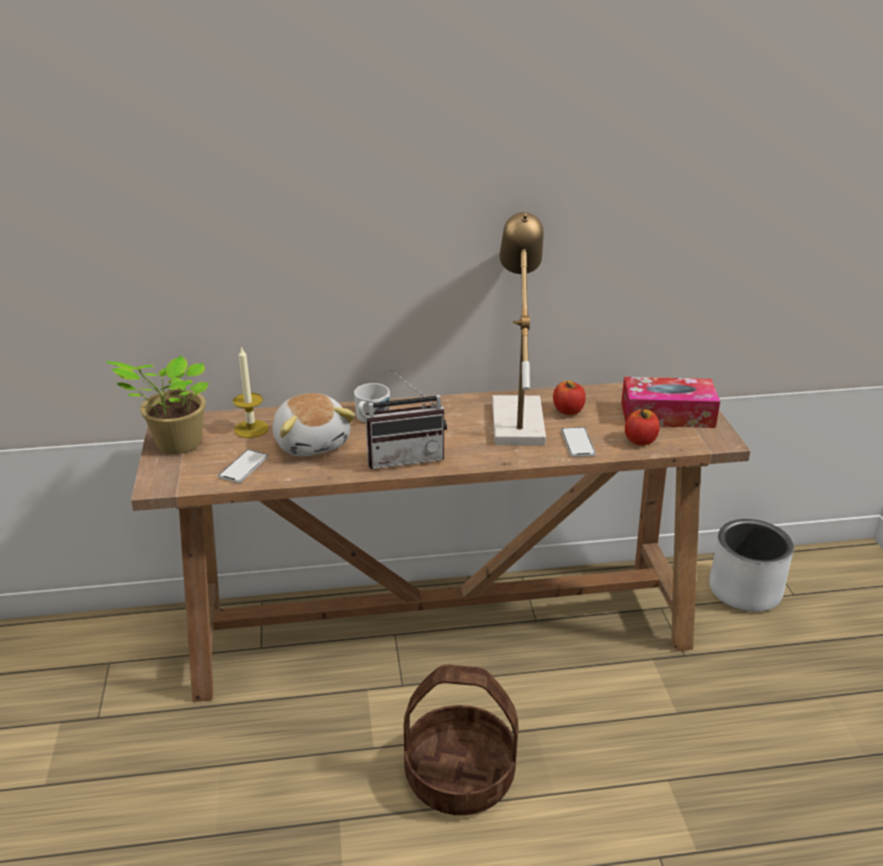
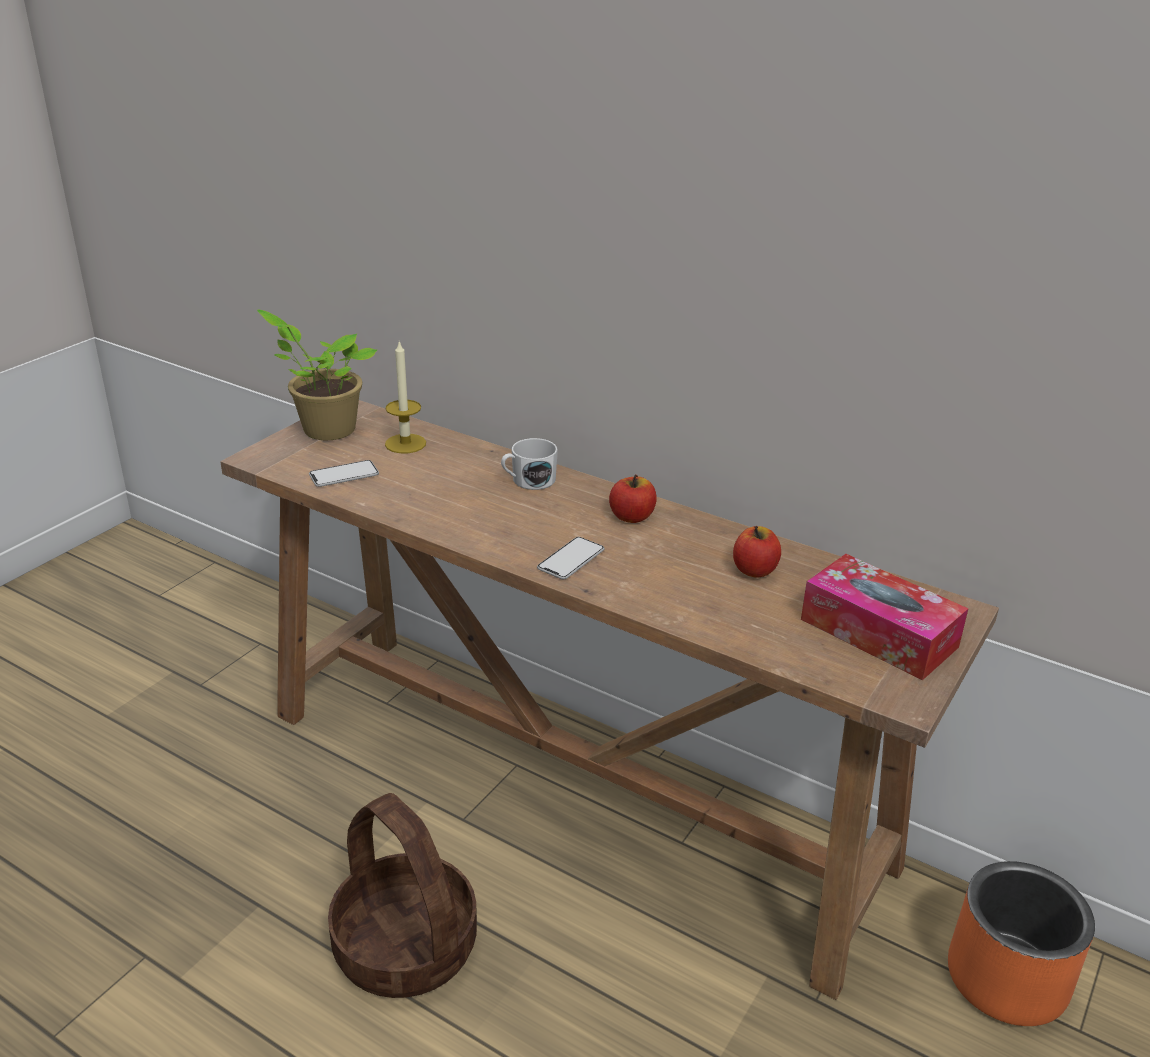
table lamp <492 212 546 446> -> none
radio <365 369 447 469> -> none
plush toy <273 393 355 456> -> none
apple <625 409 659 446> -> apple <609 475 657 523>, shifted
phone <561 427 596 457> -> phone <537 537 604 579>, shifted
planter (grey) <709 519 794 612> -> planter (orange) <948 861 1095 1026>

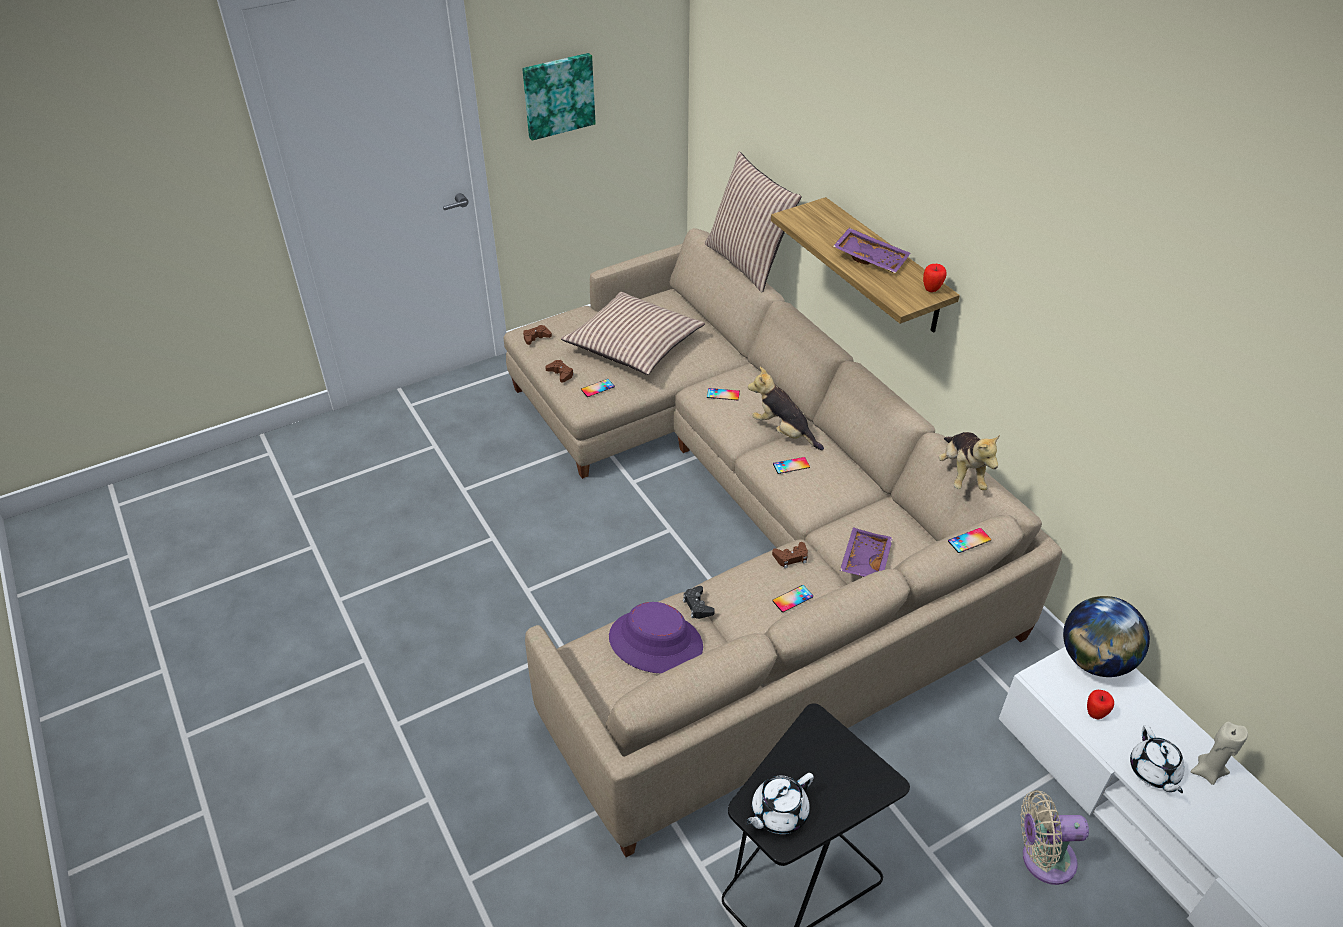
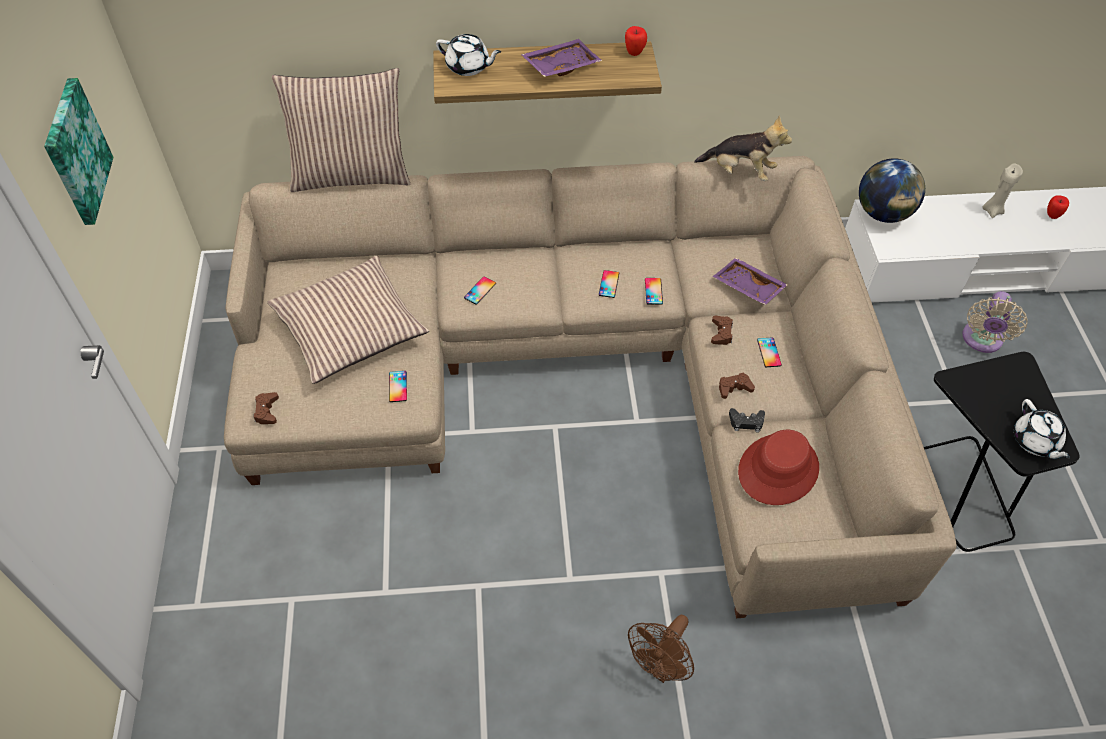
game controller (brown) <545 360 574 383> -> game controller (brown) <719 372 755 399>, shifted
plush toy <748 367 824 450> -> none
phone <948 528 991 553> -> phone <645 278 663 305>, shifted
hat (purple) <609 602 703 673> -> hat (red) <738 430 819 505>
apple <1087 690 1114 720> -> apple <1047 195 1069 219>, shifted
teapot (white) <1130 725 1184 793> -> teapot (white) <436 34 501 76>, shifted
none -> fan (brown) <628 615 694 683>

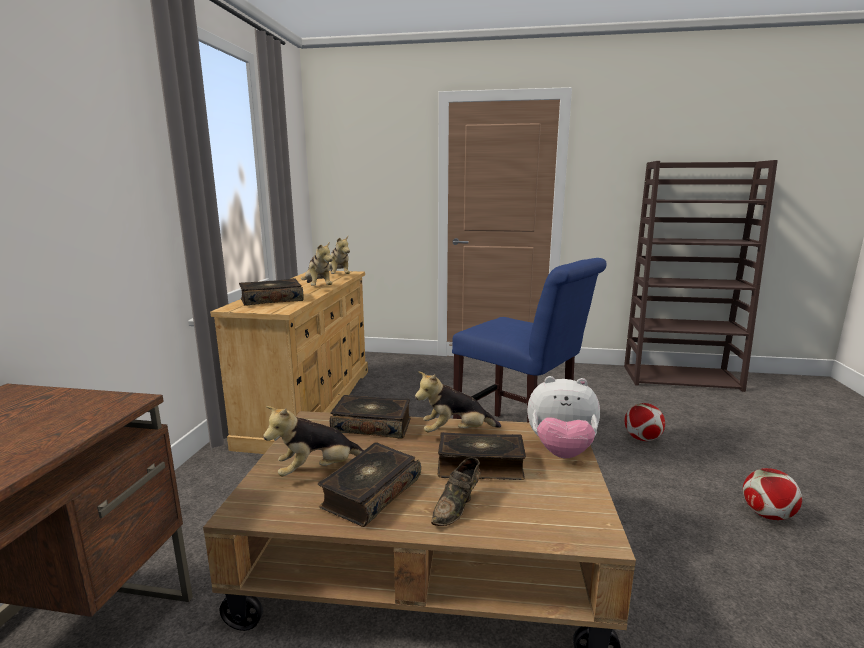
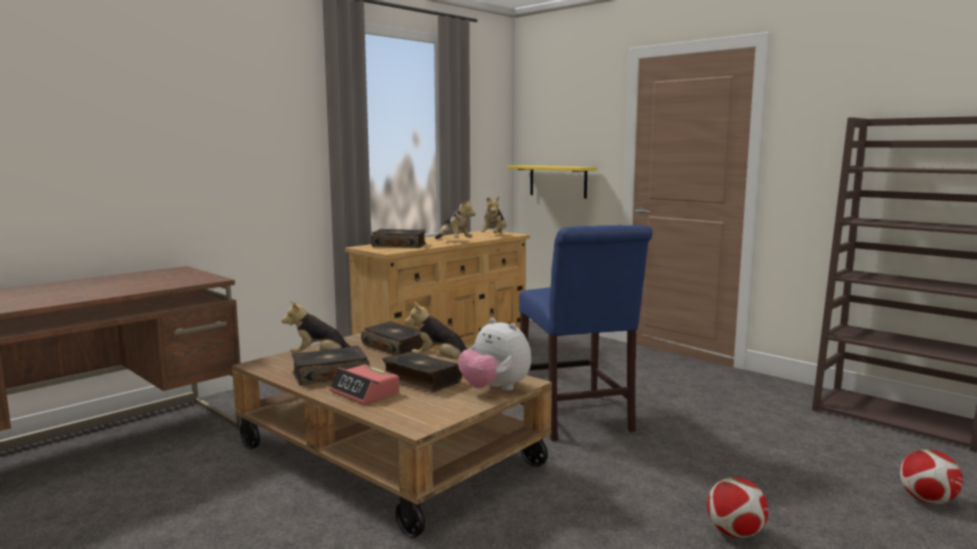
plush toy <301 241 333 285> -> plush toy <435 199 476 239>, 45 degrees counterclockwise
football <624 403 665 441> -> football <900 449 963 504>, shifted
shoe (brown) <431 457 481 526> -> alarm clock <329 364 399 405>
none -> shelf (yellow) <507 165 597 199>

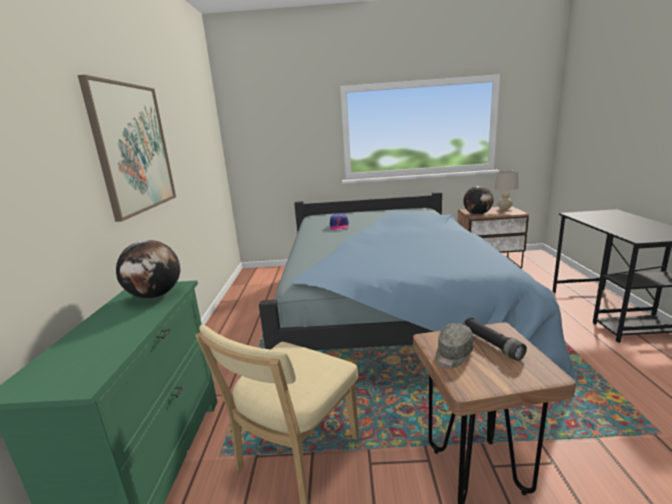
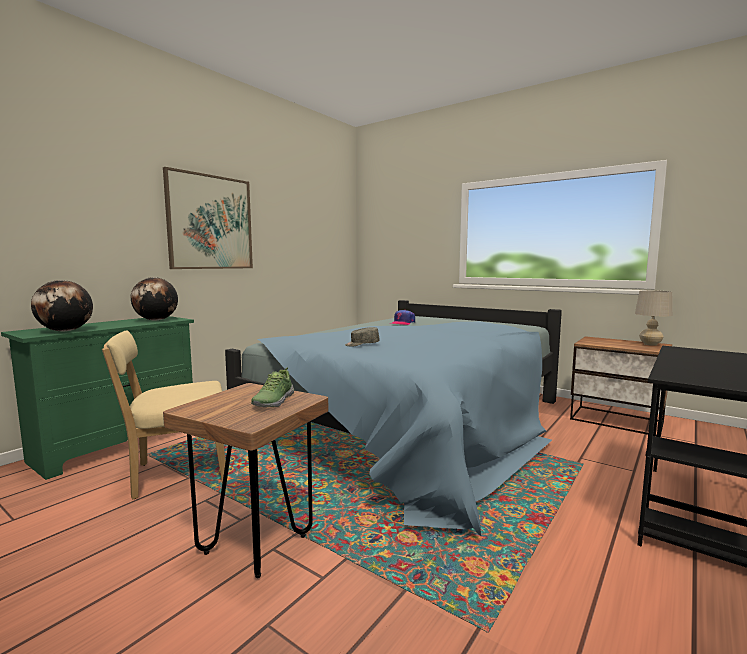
globe <463 186 493 215> -> globe <31 280 93 331>, shifted
flashlight (black) <463 317 527 361> -> shoe <251 368 294 407>
cap (grey) <436 323 473 369> -> cap (grey) <345 327 380 346>, shifted

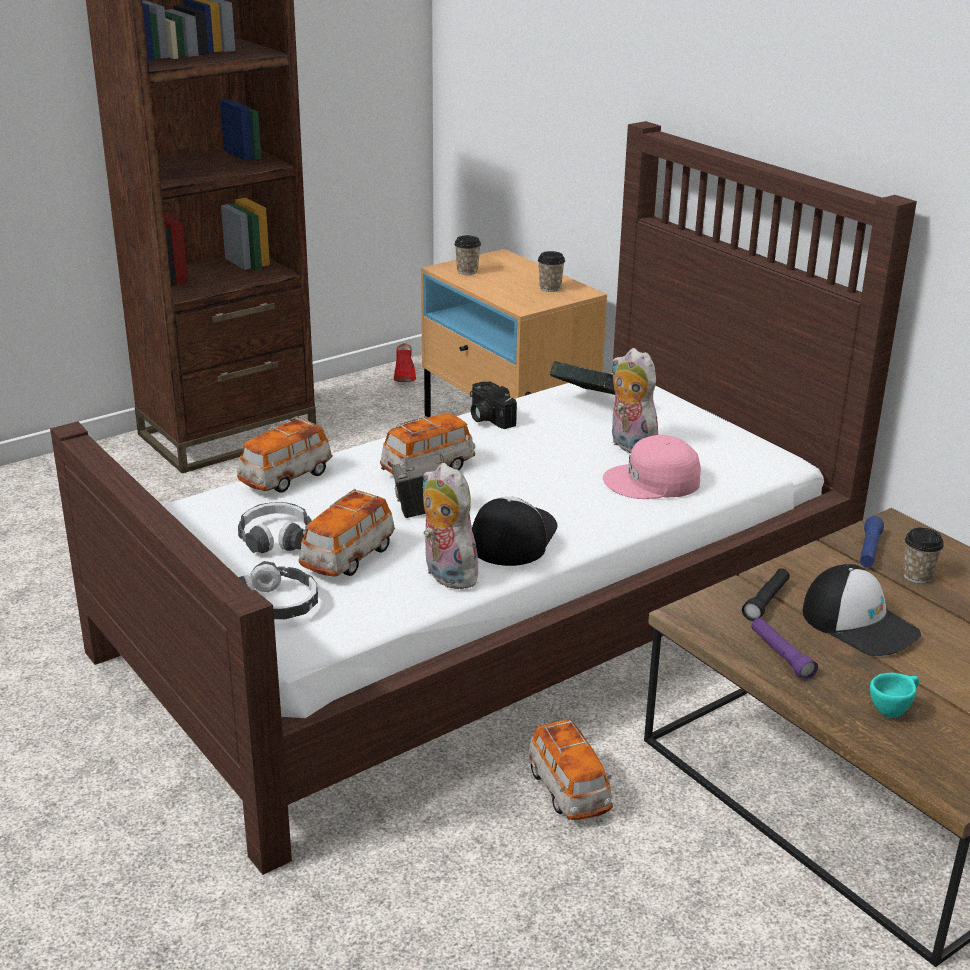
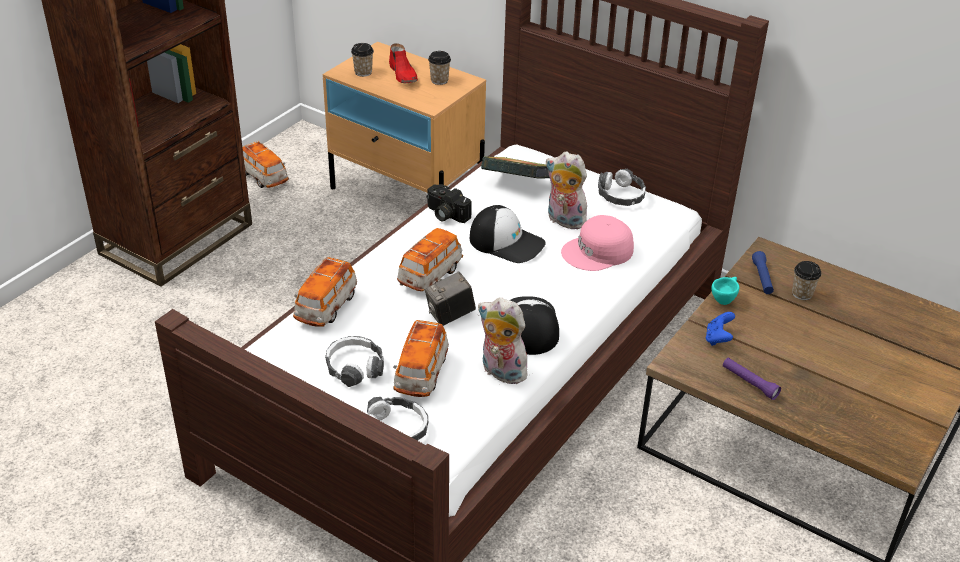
shoe (red) <394 343 416 382> -> shoe (red) <389 43 418 83>, shifted
cap <802 564 921 656> -> cap <470 205 546 263>, shifted
flashlight (black) <742 569 790 621> -> game controller (blue) <706 312 735 346>
cup (turquoise) <870 673 919 718> -> cup (turquoise) <712 277 739 305>, shifted
toy car <528 719 613 820> -> toy car <242 141 289 188>, shifted
none -> headphones <598 169 646 206>

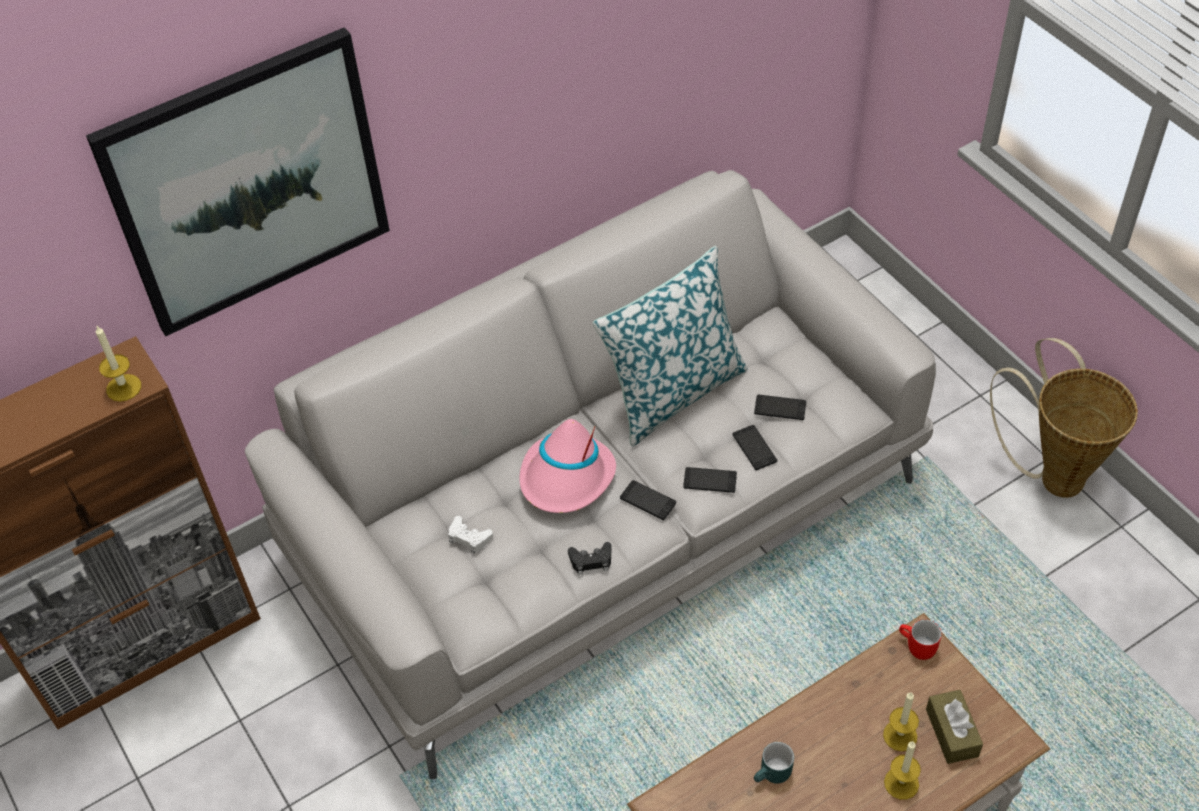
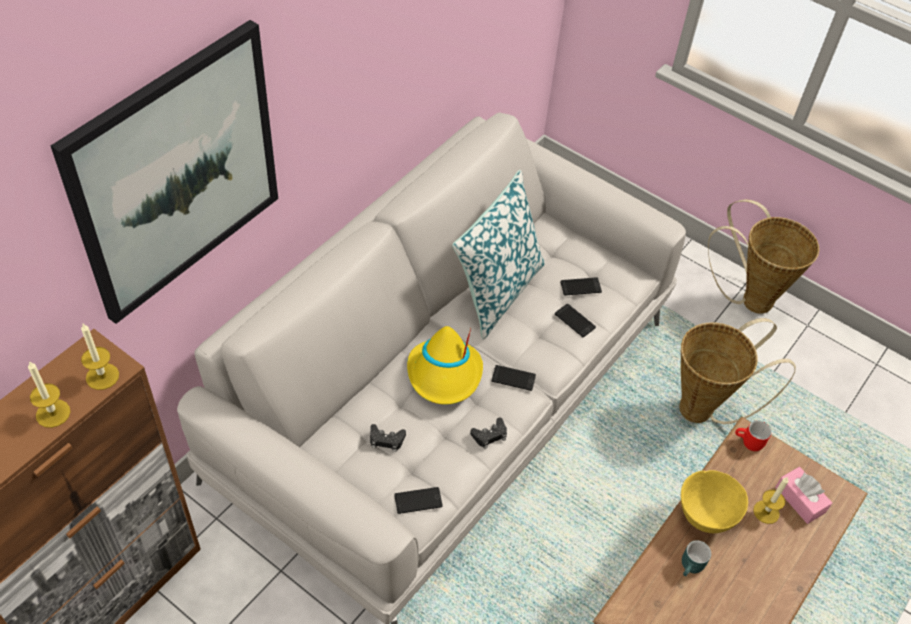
hat (pink) <520 419 616 513> -> hat (yellow) <407 326 483 405>
phone <683 467 737 493> -> phone <394 487 443 514>, shifted
game controller (white) <448 516 493 554> -> game controller (black) <370 424 406 452>
tissue box (brown) <926 690 983 764> -> tissue box (pink) <775 467 832 524>
candle <884 741 921 800> -> candle <28 361 70 428>, shifted
none -> basket <679 318 796 424>
none -> bowl (yellow) <681 470 748 533>

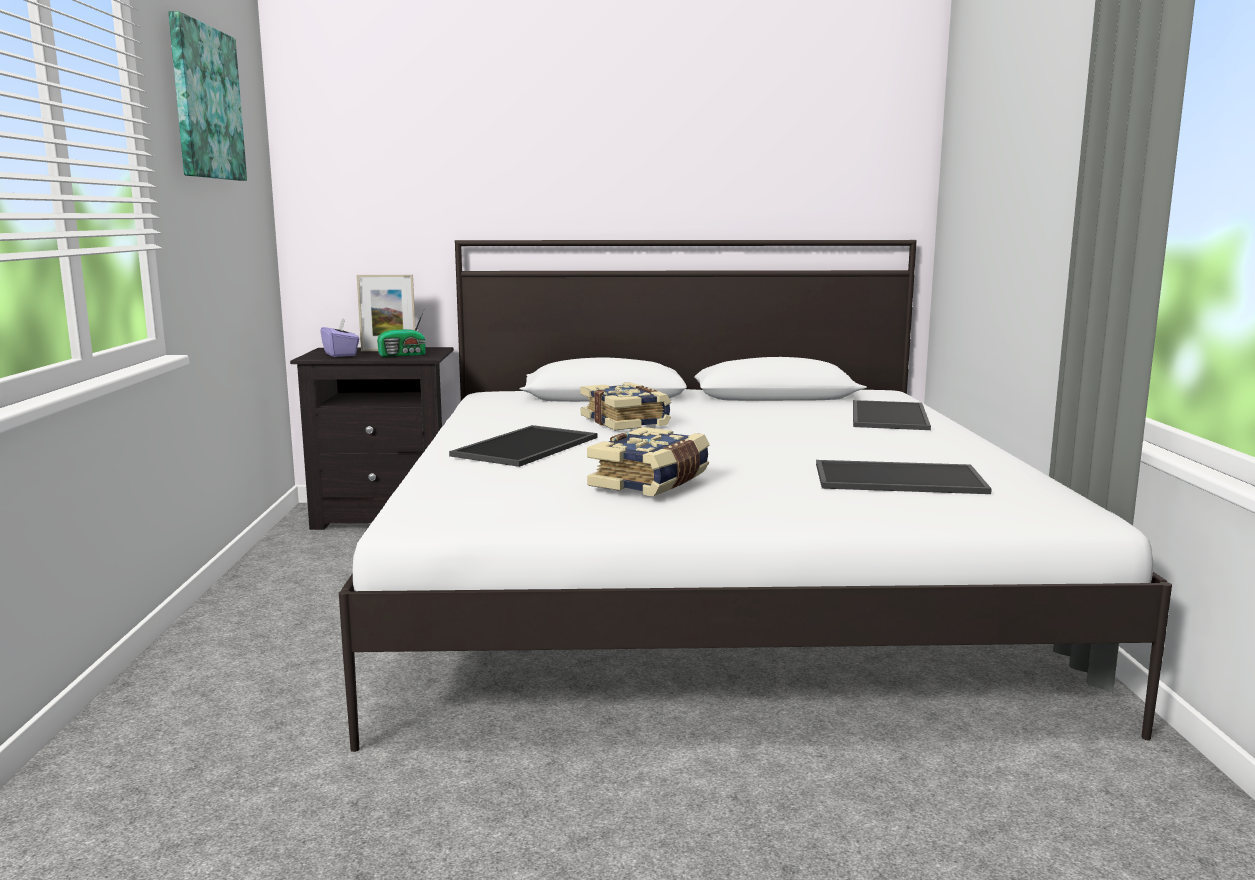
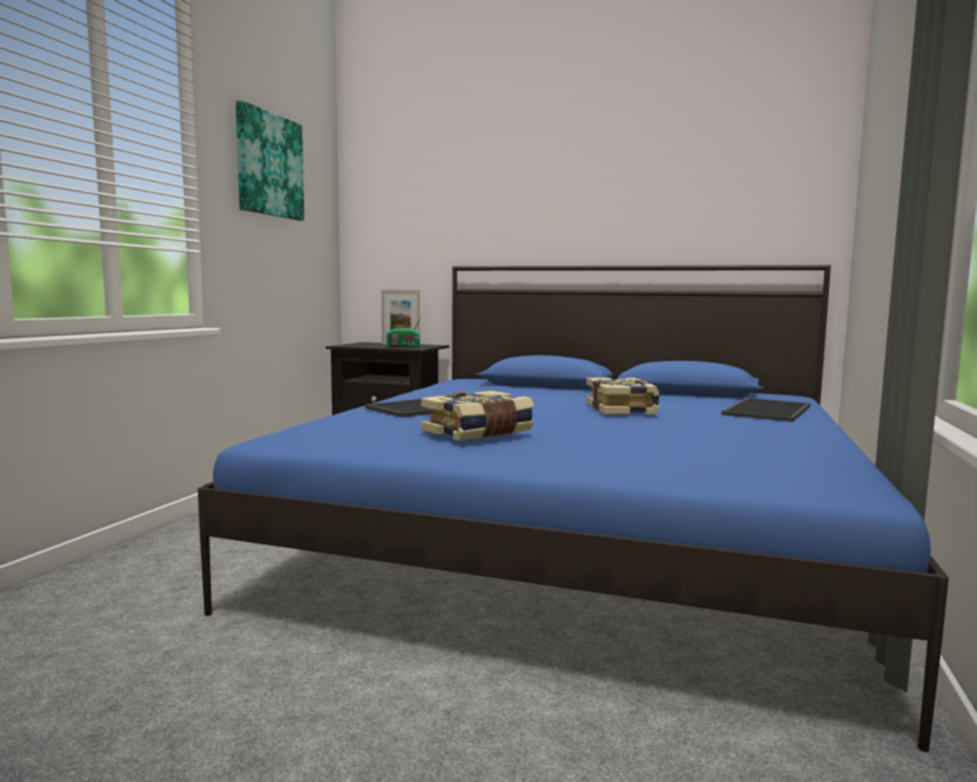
bed (white) <339 240 1172 752> -> bed (blue) <198 265 949 752>
tissue box (purple) <320 318 359 357> -> none
book <580 382 671 430> -> book <586 378 660 414>, shifted
tray <816 460 992 494> -> none

